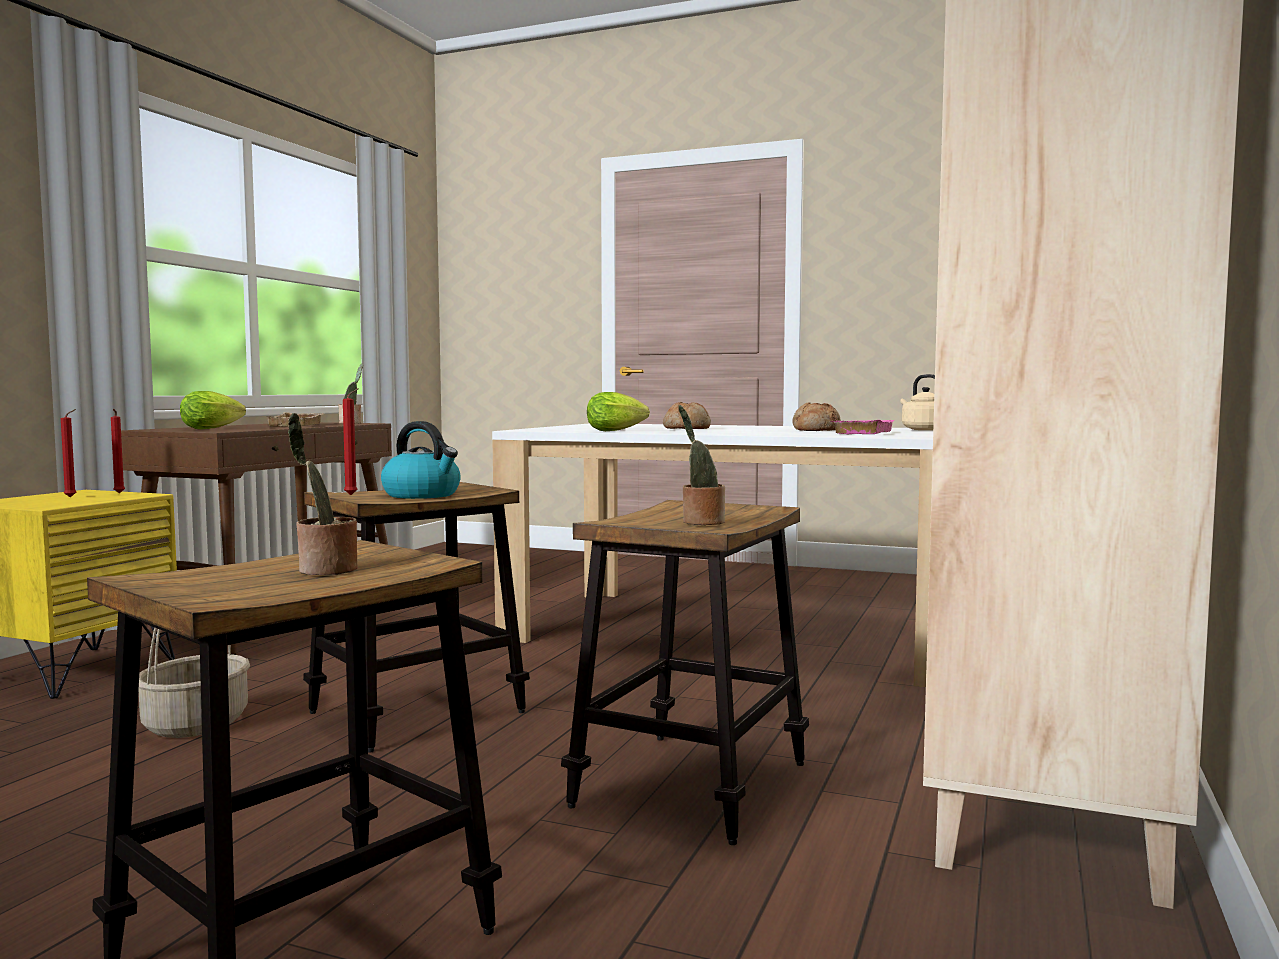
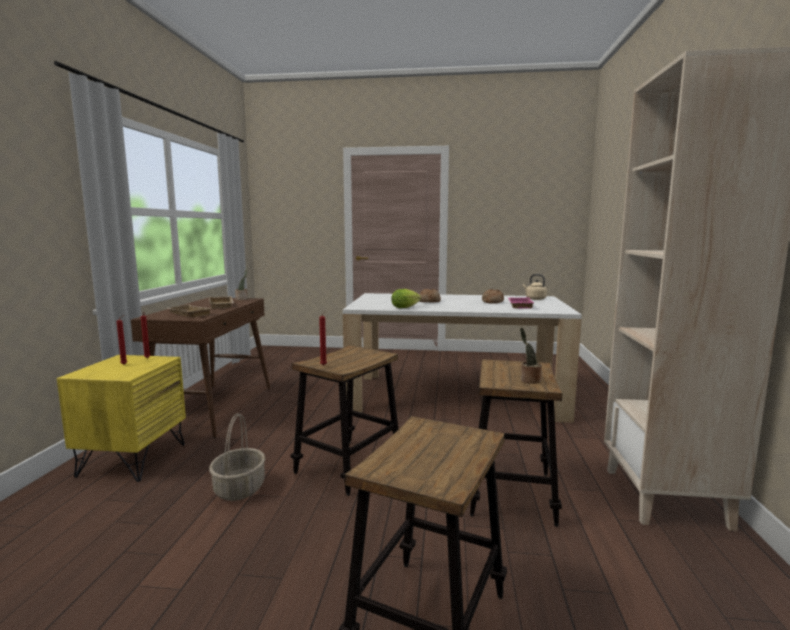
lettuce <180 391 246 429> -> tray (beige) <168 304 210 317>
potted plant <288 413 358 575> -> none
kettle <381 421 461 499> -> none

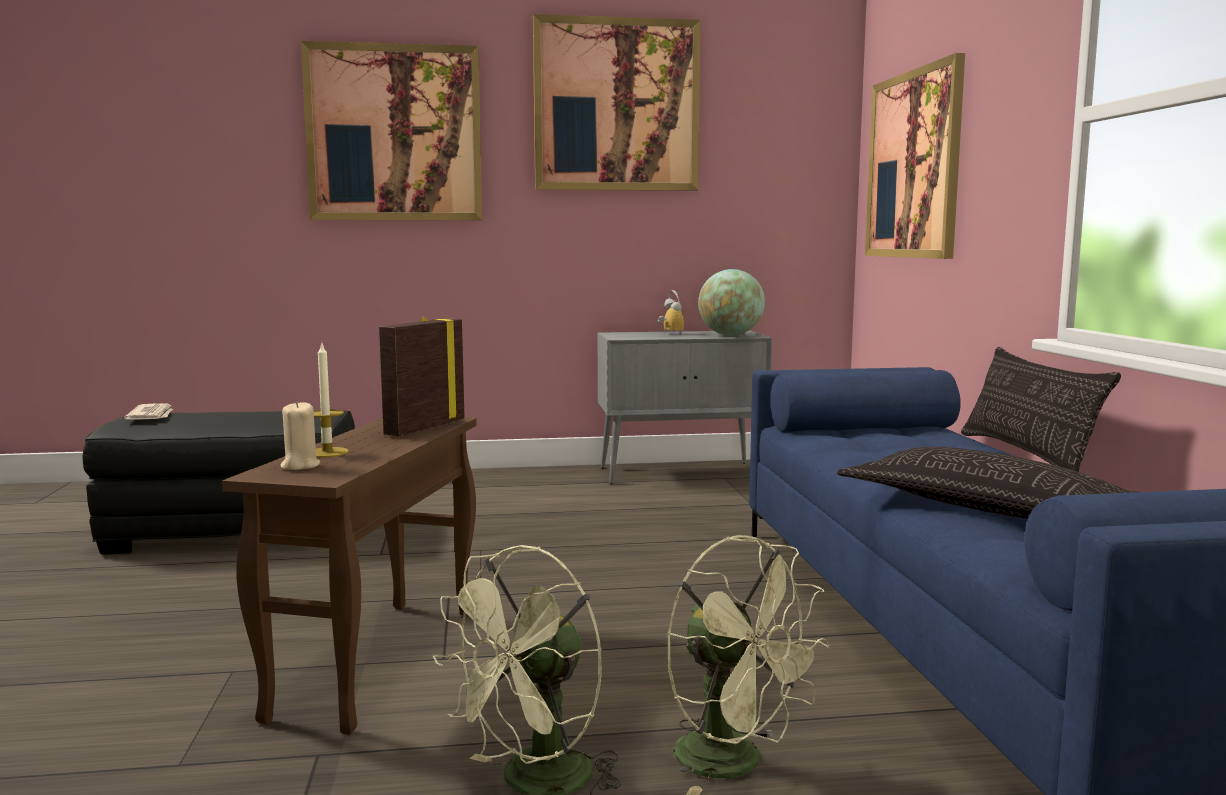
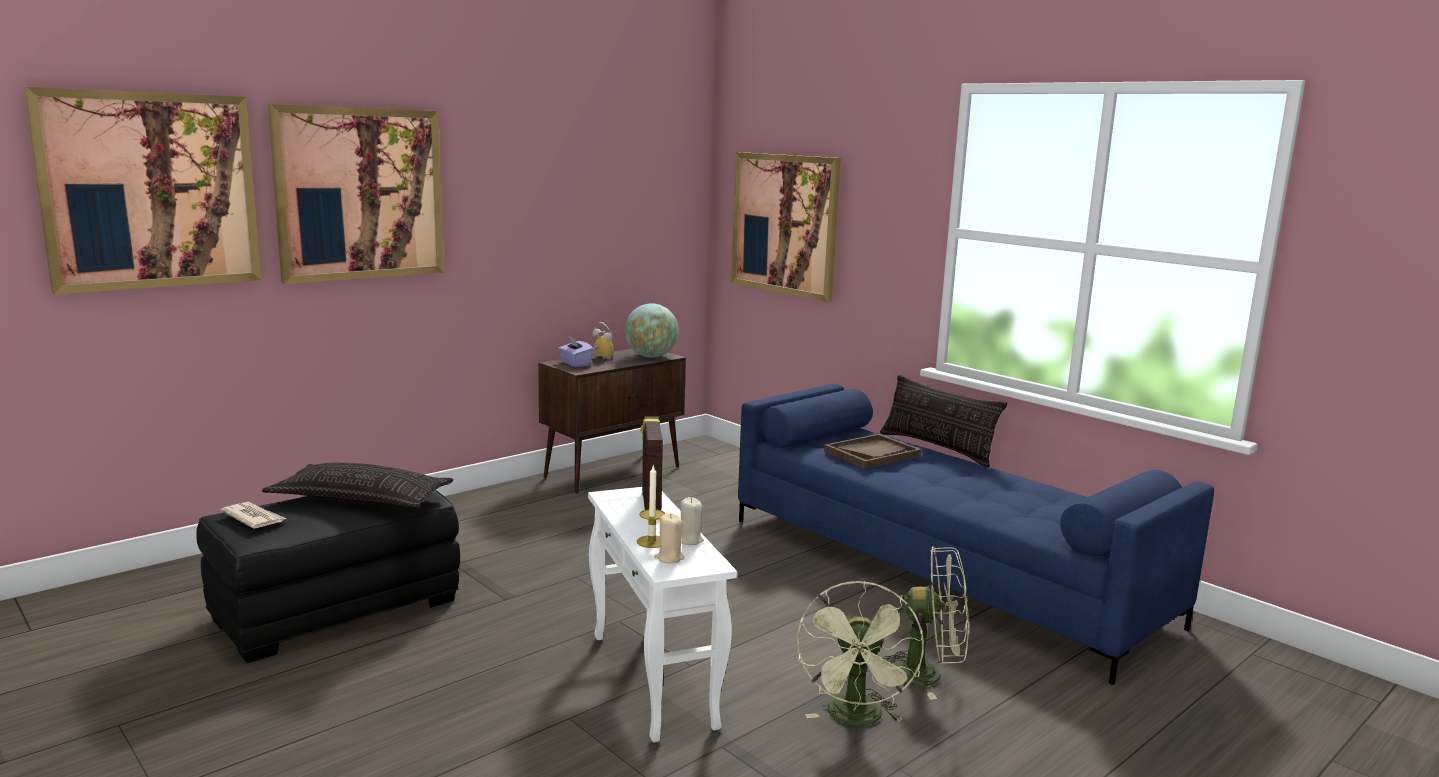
picture <533 14 701 191> -> picture <24 87 261 295>, shifted
cabinet (grey) <598 330 772 484> -> cabinet (brown) <538 349 686 494>
side table (brown) <222 417 477 735> -> side table (white) <588 487 737 742>
pillow <837 447 1136 519> -> pillow <262 463 454 508>, shifted
none -> tissue box (purple) <558 336 594 367>
none -> tray (brown) <824 434 921 469>
none -> candle (beige) <681 497 704 545>

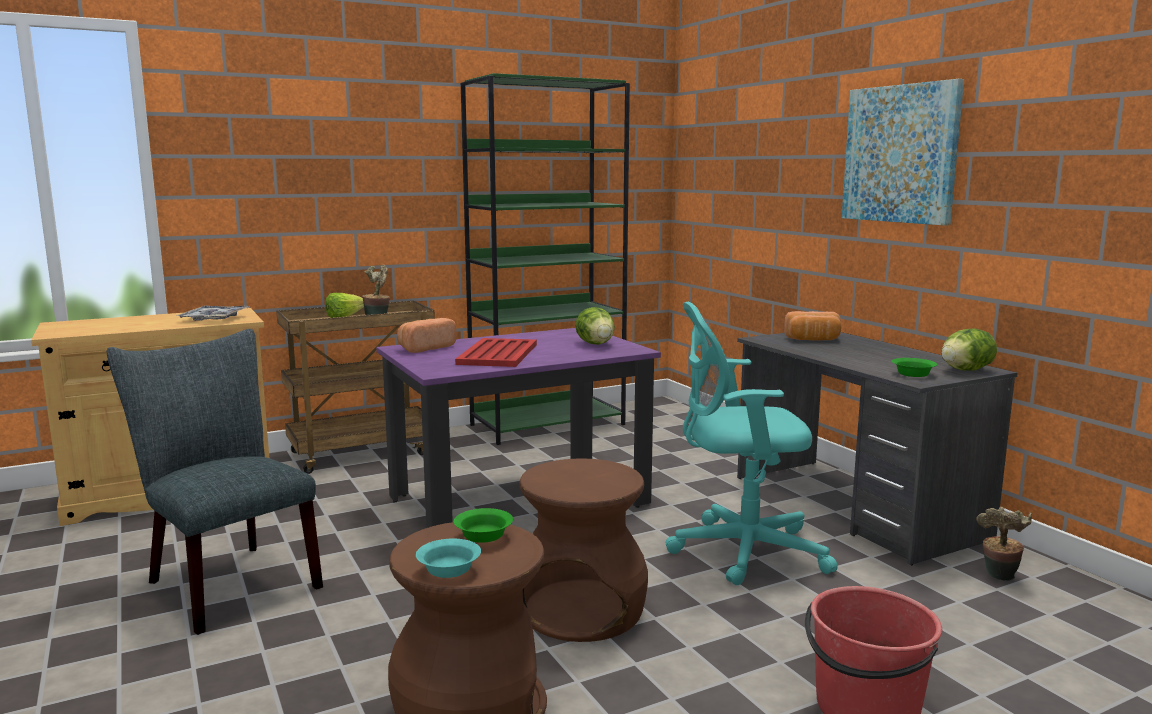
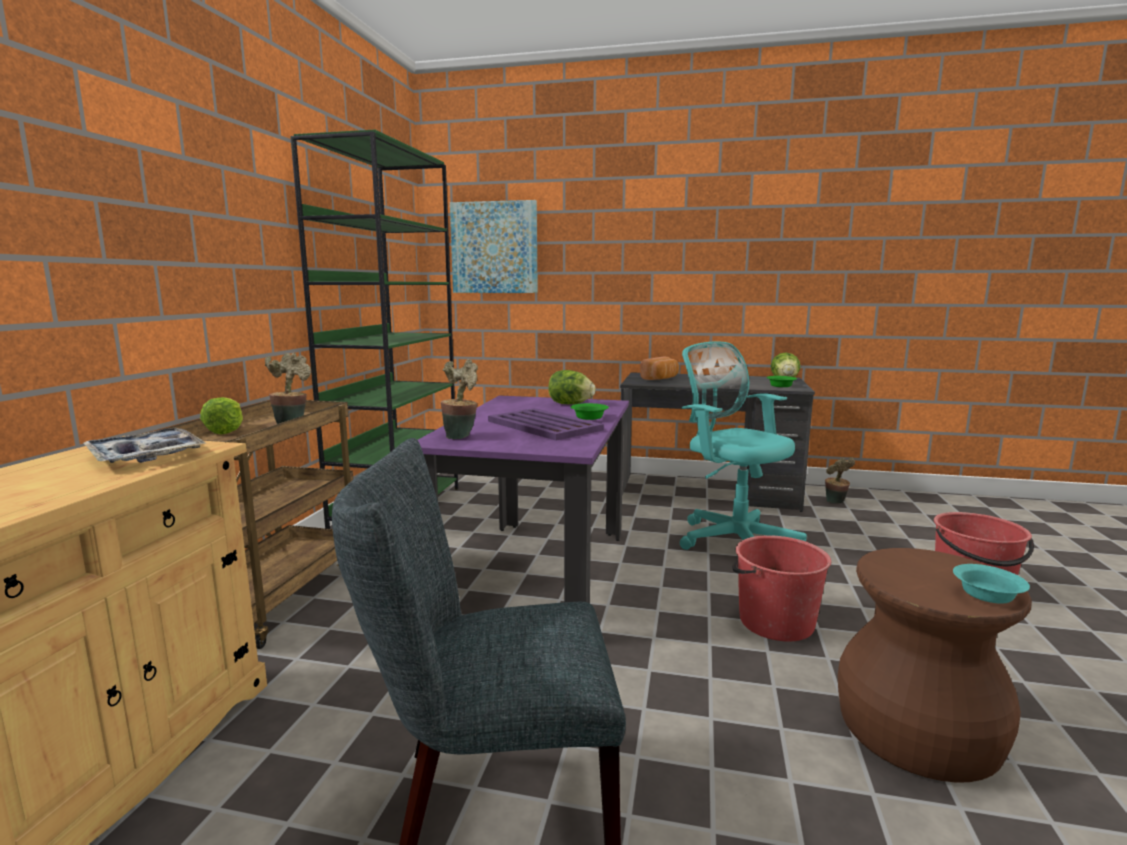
picture <842 79 964 226> -> picture <450 200 538 293>, shifted
office chair (turquoise) <665 302 838 585> -> office chair (turquoise) <679 341 807 550>, 105 degrees clockwise
bread <397 318 456 353> -> potted plant <441 359 478 439>
tray (red) <455 338 537 367> -> tray (purple) <488 408 604 441>
stool (brown) <519 458 648 642> -> bucket (red) <732 535 831 642>
bowl (green) <454 508 513 543> -> bowl (green) <571 403 609 420>, shifted

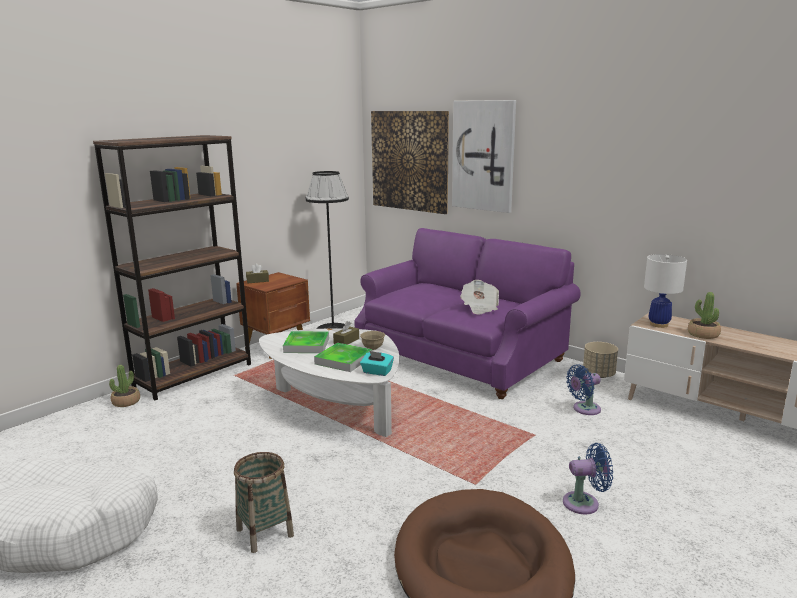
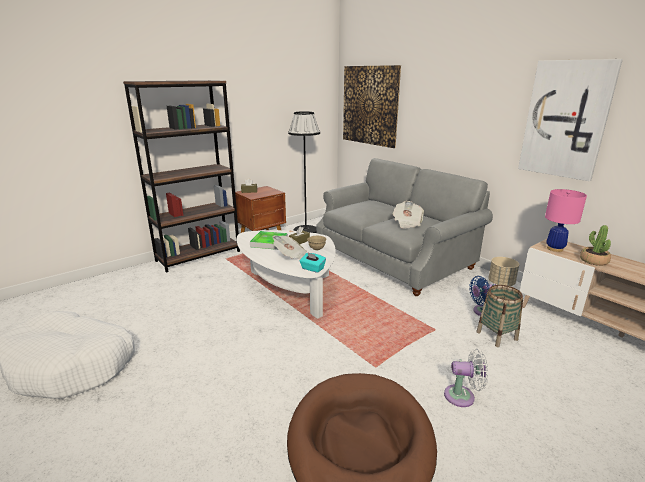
picture <452 100 516 213> -> picture <518 59 623 181>, shifted
sofa (purple) <354 228 580 399> -> sofa (grey) <316 158 493 296>
table lamp (white) <644 254 687 328> -> table lamp (pink) <545 189 587 252>
tray <314 343 372 372> -> newspaper <273 235 307 260>
potted plant <109 365 140 407> -> none
fan (blue) <563 443 613 514> -> fan (white) <444 349 488 407>
basket <234 452 294 553> -> basket <476 285 523 347>, shifted

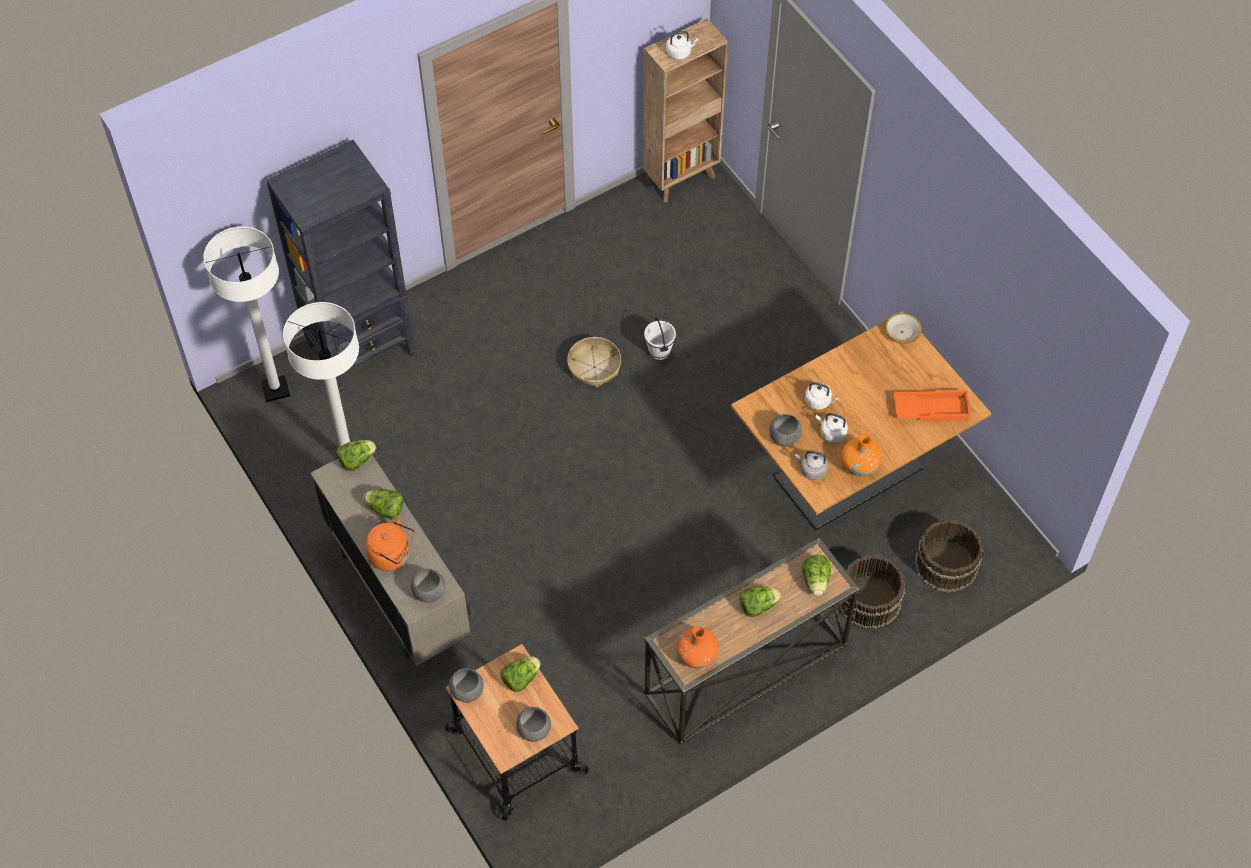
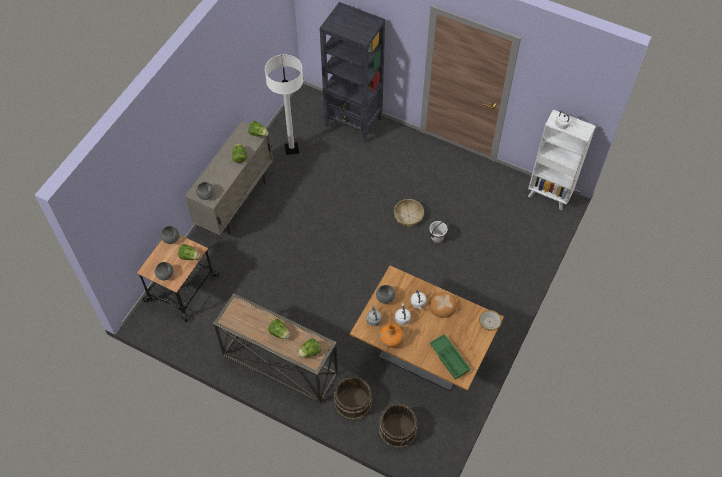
bookcase (brown) <643 19 728 202> -> bookcase (white) <528 110 596 210>
floor lamp (white) <203 227 290 402> -> none
tray (orange) <893 390 971 421> -> tray (green) <429 334 471 380>
kettle (orange) <365 517 415 571> -> none
vase (orange) <676 626 719 669> -> none
none -> bread <429 292 457 318>

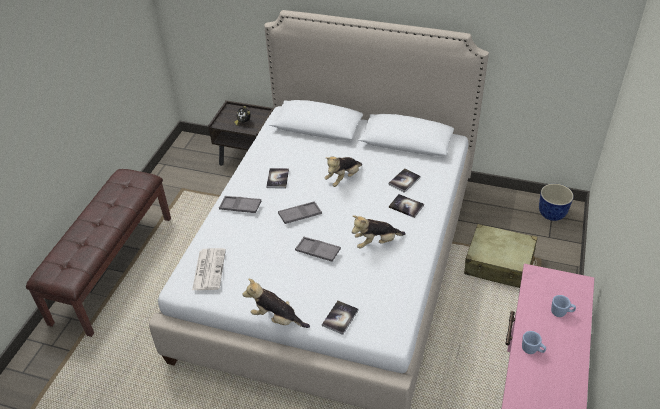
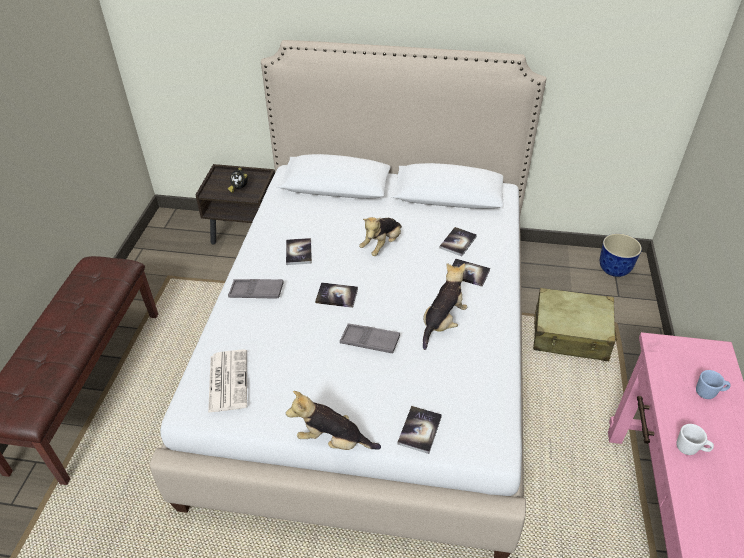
tray (grey) <278 201 322 224> -> book <315 282 358 308>
plush toy <352 215 406 249> -> plush toy <423 263 467 350>, 150 degrees clockwise
mug (blue) <522 331 546 354> -> mug (white) <676 424 714 455>

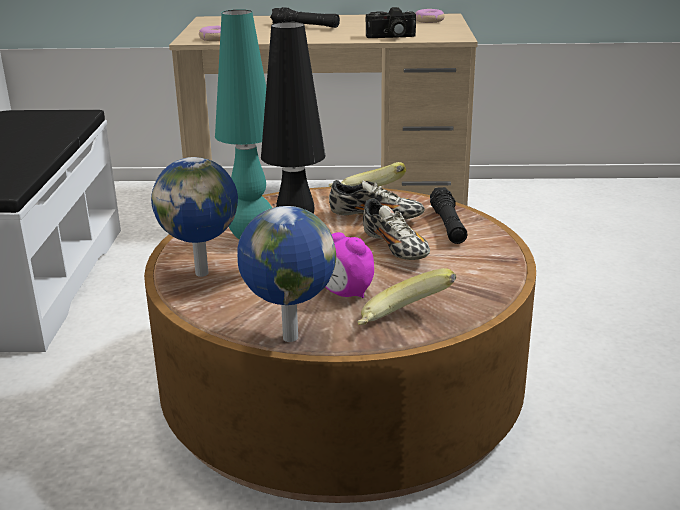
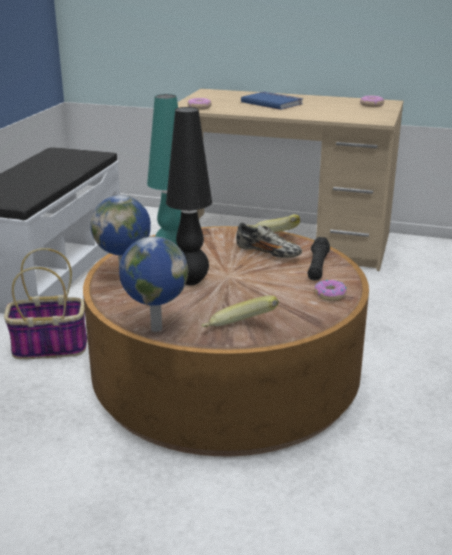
flashlight (black) <270 7 340 28> -> book (blue) <241 92 303 110>
photo camera <366 7 416 38> -> none
shoe <363 198 430 260> -> none
alarm clock <326 232 374 298> -> none
none -> basket <4 248 87 359>
none -> donut <315 280 347 301>

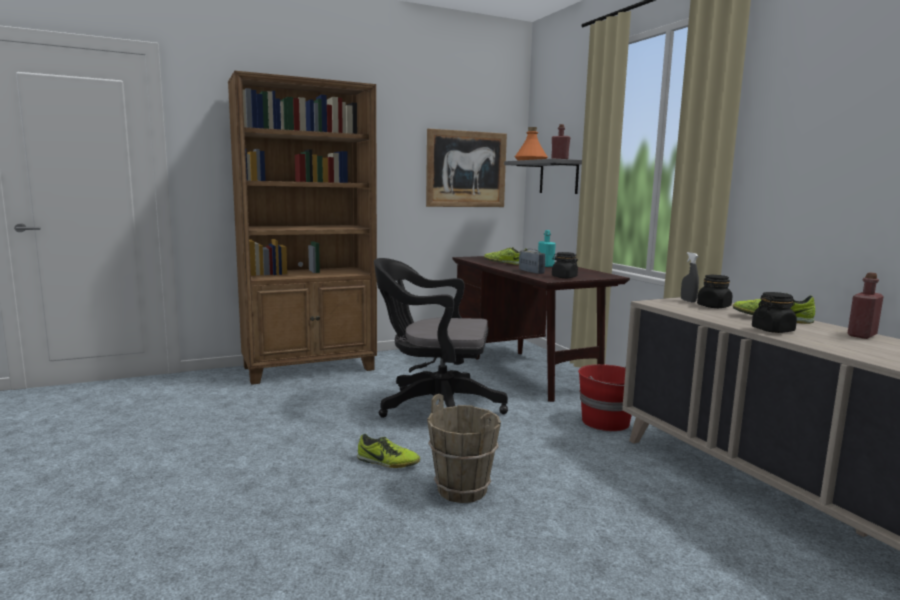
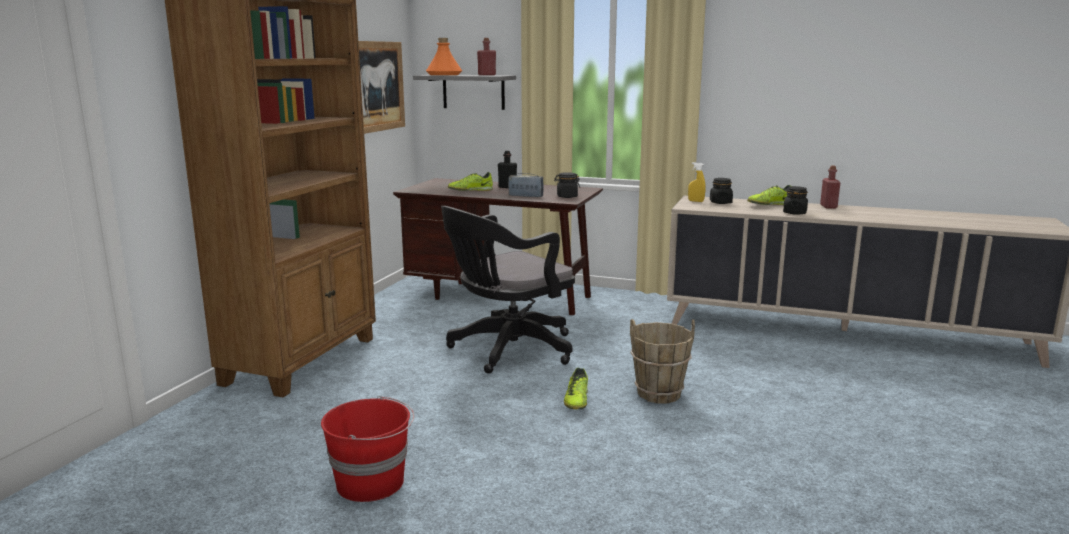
bottle (turquoise) <538 230 556 267> -> bottle (black) <498 151 517 188>
spray bottle (grey) <681 252 699 303> -> spray bottle (yellow) <688 162 706 202>
bucket (red) <578 364 632 431> -> bucket (red) <321 396 414 502>, shifted
shoe <357 434 420 468> -> shoe <564 368 588 409>, 120 degrees clockwise

